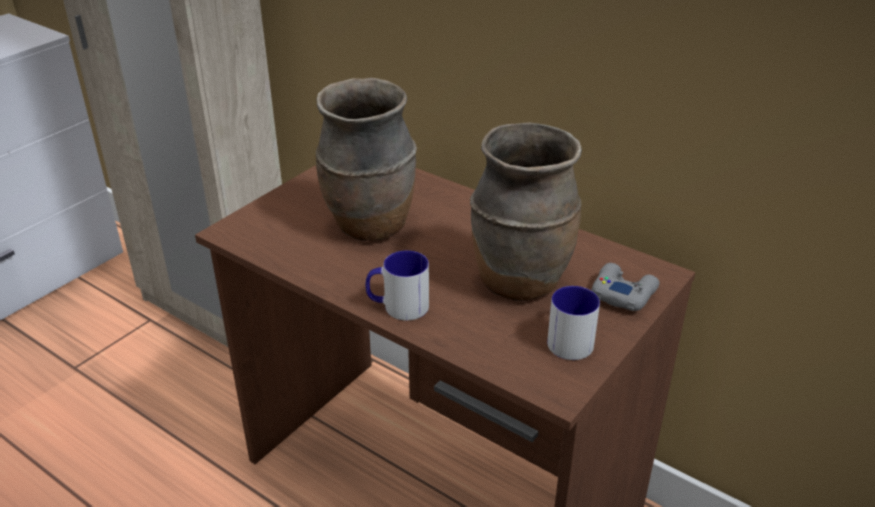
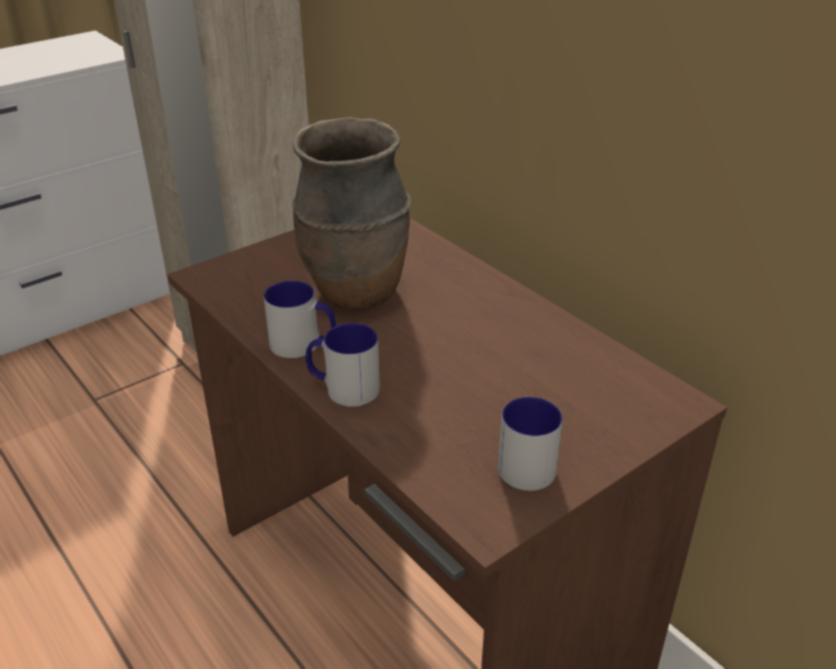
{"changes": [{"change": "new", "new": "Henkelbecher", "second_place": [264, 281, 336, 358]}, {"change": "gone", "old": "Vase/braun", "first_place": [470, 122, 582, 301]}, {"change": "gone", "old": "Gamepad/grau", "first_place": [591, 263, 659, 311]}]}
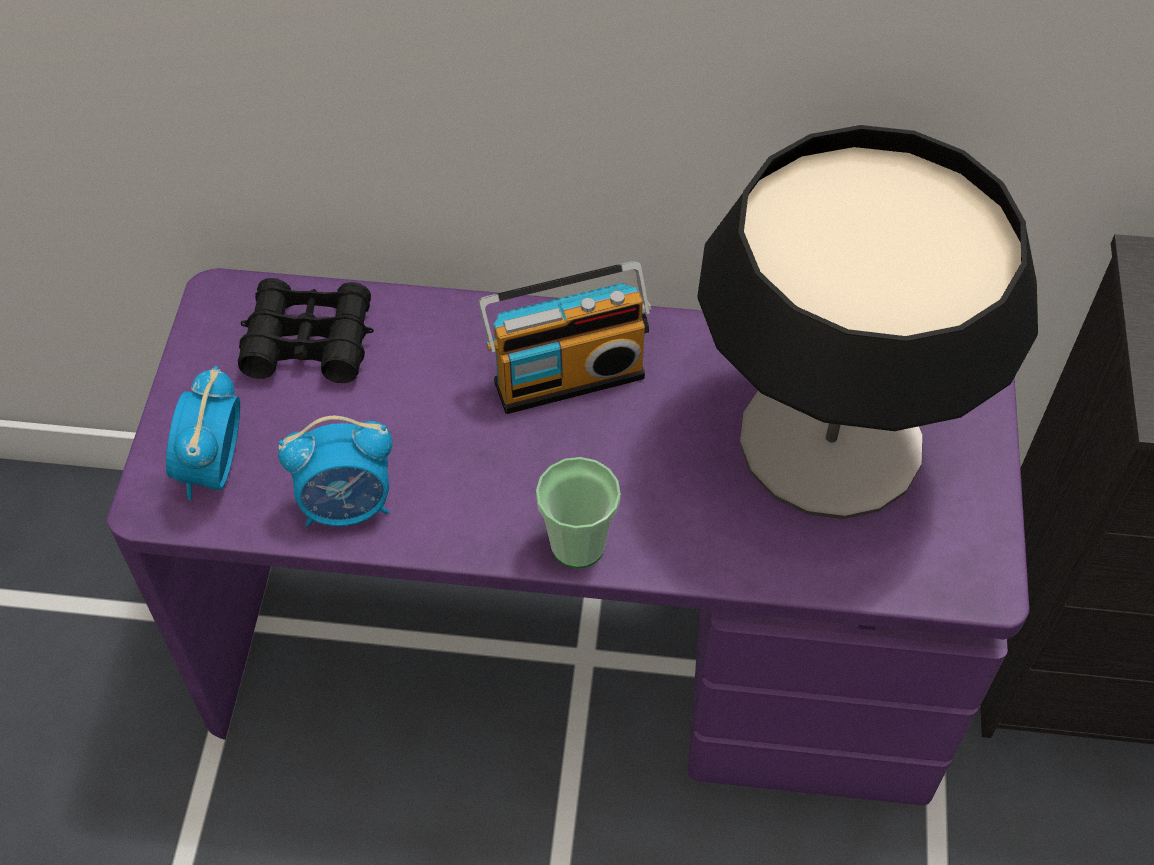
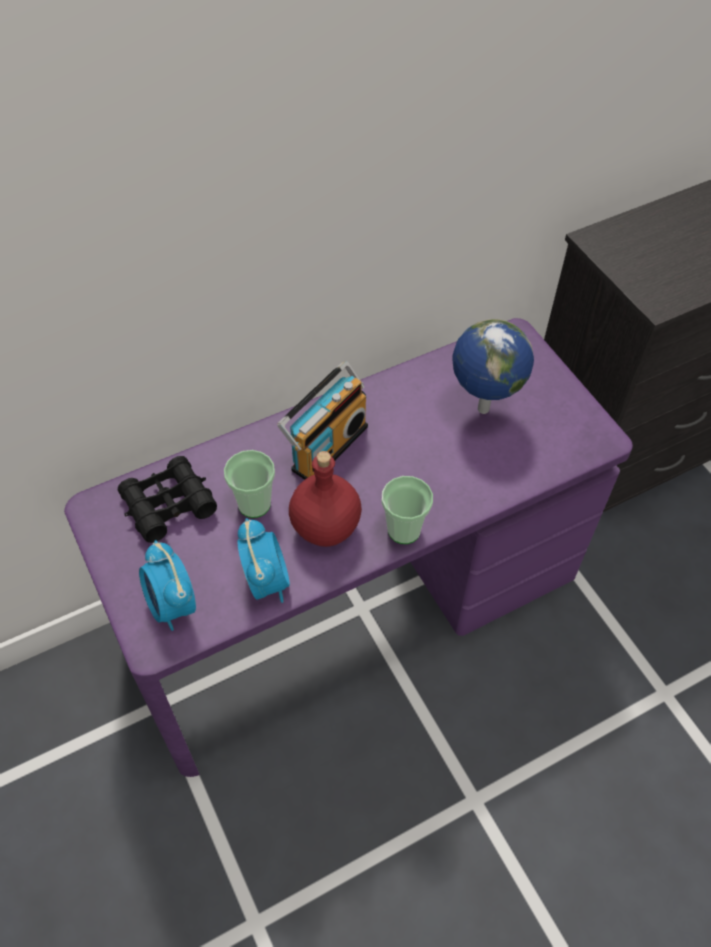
{"changes": [{"change": "new", "new": "Tasse", "second_place": [224, 450, 275, 518]}, {"change": "rotated", "old": "Wecker", "first_place": [278, 416, 393, 527], "second_place": [237, 518, 290, 603], "degrees": -60}, {"change": "new", "new": "Flasche/rot", "second_place": [289, 451, 362, 547]}, {"change": "swapped", "old": "Tischlampe", "new": "Globus", "first_place": [697, 125, 1038, 519], "second_place": [452, 319, 534, 414]}]}
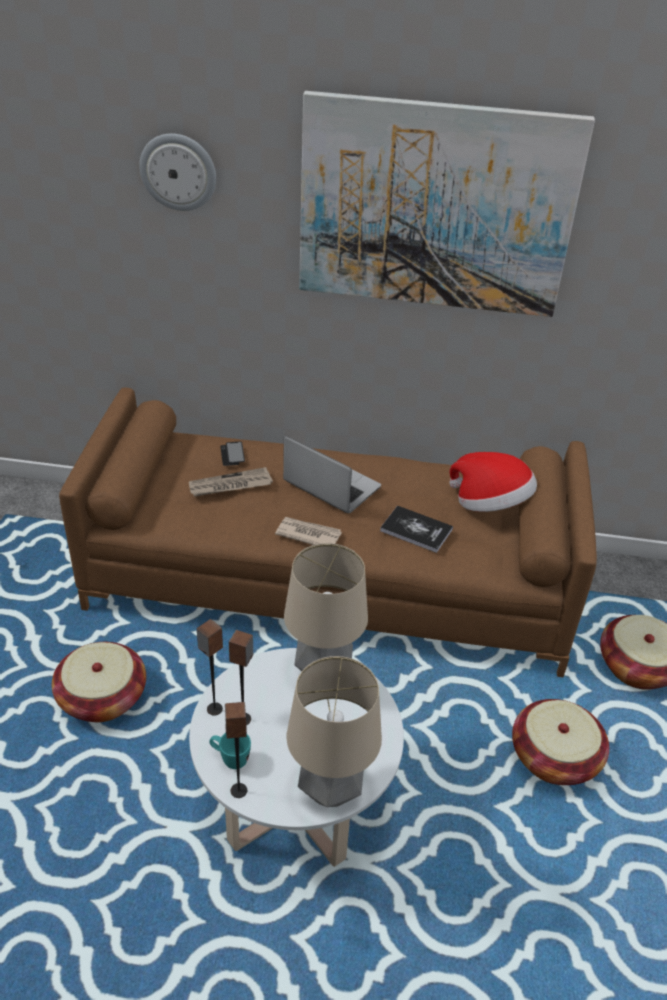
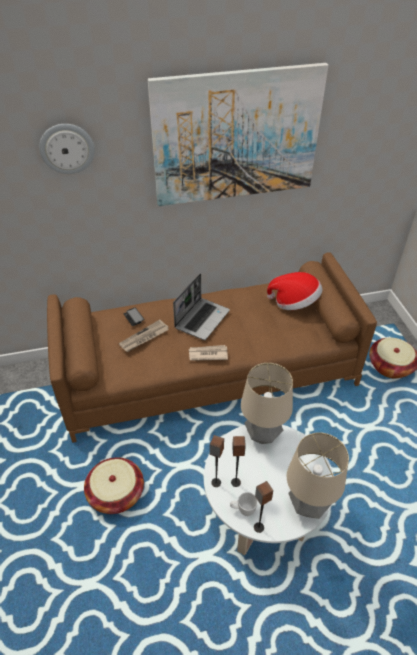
{"changes": [{"change": "rotated", "old": "Laptop", "first_place": [283, 435, 381, 513], "second_place": [173, 273, 230, 340], "degrees": 105}, {"change": "repainted", "old": "Henkelbecher/türkis", "new": "Henkelbecher/weiß", "first_place": [209, 733, 251, 769], "second_place": [230, 492, 258, 516]}, {"change": "gone", "old": "Buch", "first_place": [380, 505, 453, 553]}, {"change": "gone", "old": "Korb", "first_place": [512, 699, 609, 785]}]}
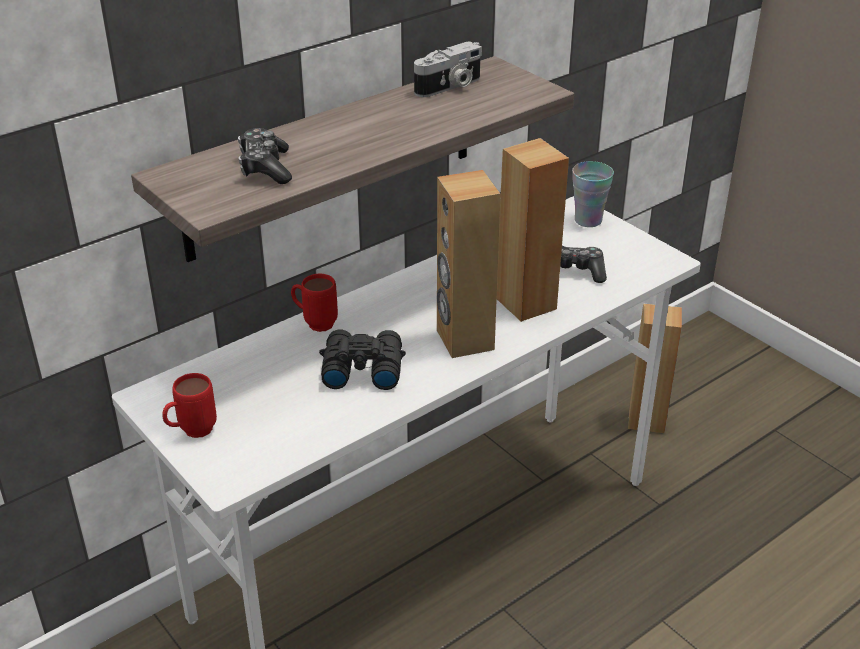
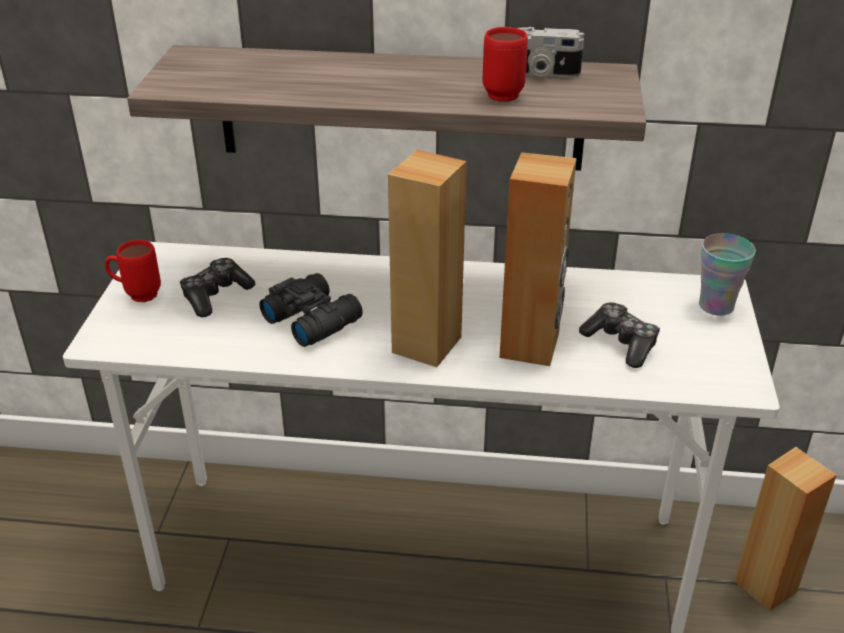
{"changes": [{"change": "shifted", "old": "Gamepad", "first_place": [238, 128, 292, 184], "second_place": [180, 258, 255, 317]}, {"change": "shifted", "old": "Henkelbecher/rot", "first_place": [291, 274, 338, 332], "second_place": [483, 27, 528, 102]}]}
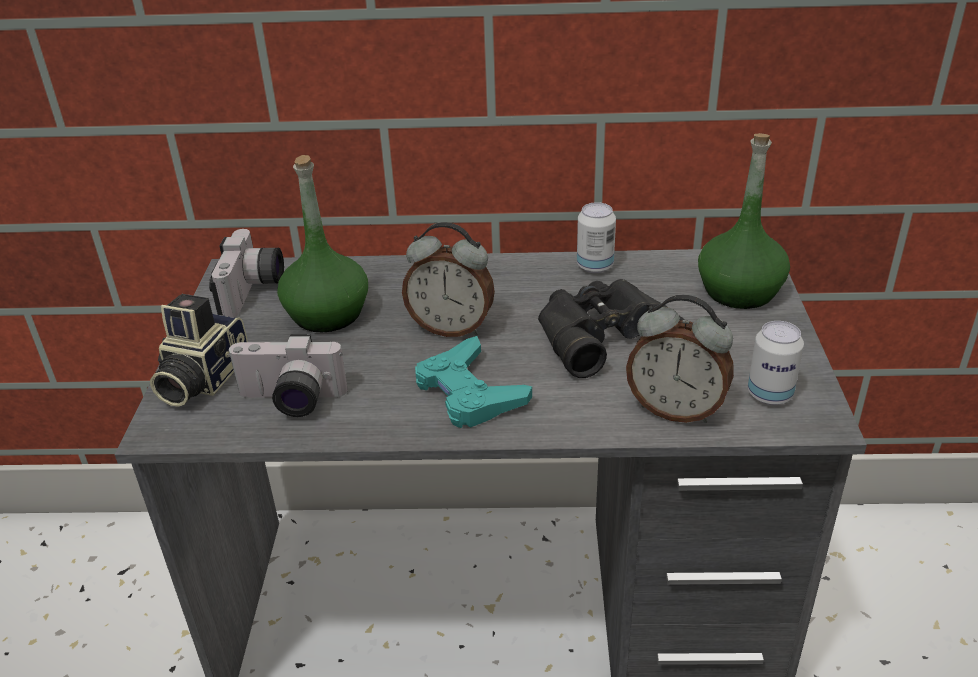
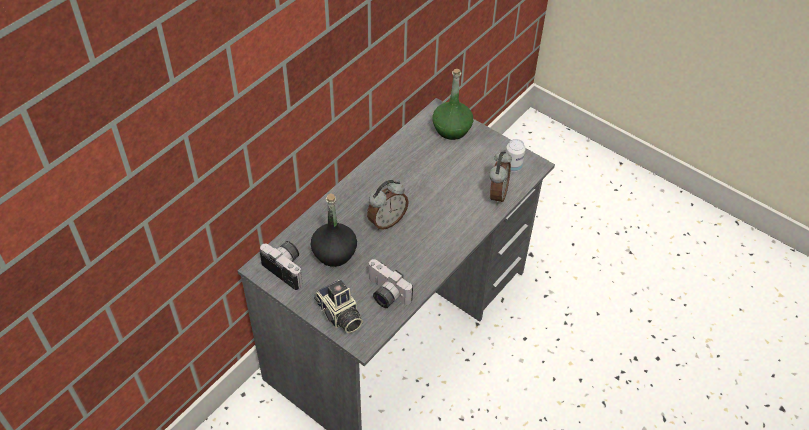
{"changes": [{"change": "repainted", "old": "Flasche/grün", "new": "Flasche/schwarz", "first_place": [277, 155, 368, 332], "second_place": [311, 193, 357, 267]}, {"change": "rotated", "old": "Kamera", "first_place": [227, 334, 348, 417], "second_place": [368, 259, 413, 308], "degrees": 90}, {"change": "rotated", "old": "Wecker", "first_place": [626, 295, 734, 423], "second_place": [489, 151, 512, 205], "degrees": -45}, {"change": "gone", "old": "Gamepad/türkis", "first_place": [415, 336, 532, 428]}, {"change": "gone", "old": "Fernglas/schwarz", "first_place": [538, 279, 685, 378]}, {"change": "gone", "old": "Dose", "first_place": [577, 202, 616, 273]}]}
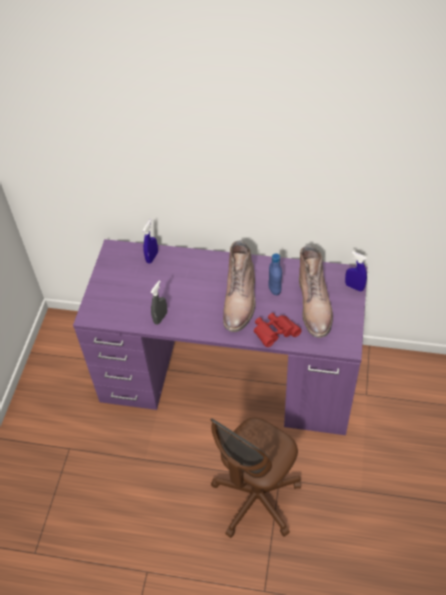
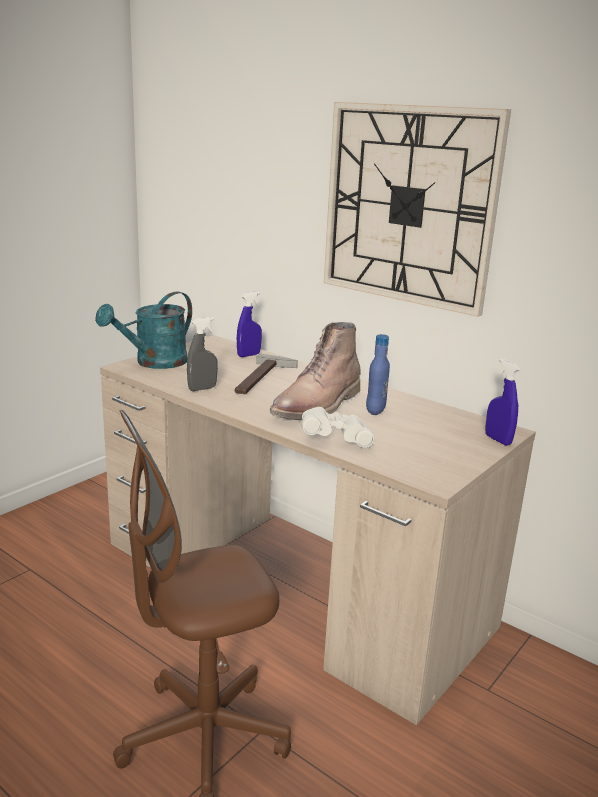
{"changes": [{"change": "new", "new": "Gießkanne/türkis", "second_place": [95, 291, 192, 369]}, {"change": "repainted", "old": "Schreibtisch/lila", "new": "Schreibtisch/beige", "first_place": [73, 239, 367, 435], "second_place": [100, 335, 536, 725]}, {"change": "new", "new": "Hammer", "second_place": [235, 354, 298, 394]}, {"change": "repainted", "old": "Fernglas/rot", "new": "Fernglas/weiß", "first_place": [254, 313, 302, 347], "second_place": [302, 407, 374, 448]}, {"change": "new", "new": "Wanduhr", "second_place": [324, 102, 511, 317]}, {"change": "gone", "old": "Stiefel/braun", "first_place": [299, 245, 333, 338]}]}
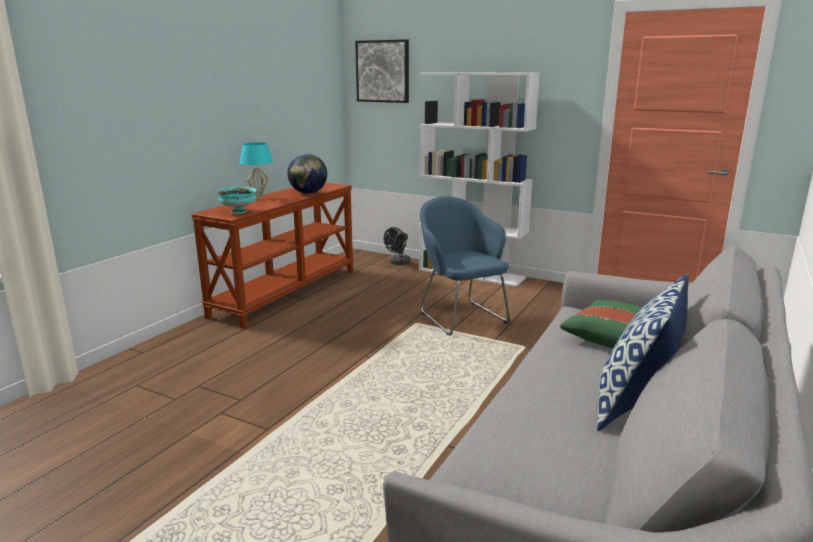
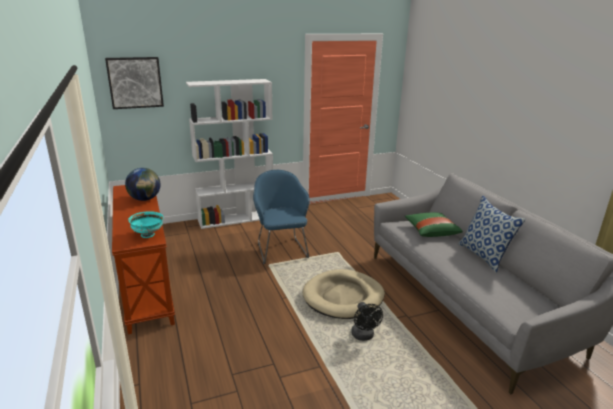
{"changes": [{"change": "rotated", "old": "Sessel/blau", "first_place": [420, 196, 510, 336], "second_place": [253, 170, 310, 264], "degrees": 60}, {"change": "new", "new": "Hundebett/beige", "second_place": [302, 269, 385, 319]}, {"change": "shifted", "old": "Ventilator/schwarz", "first_place": [384, 227, 411, 265], "second_place": [351, 302, 383, 341]}, {"change": "gone", "old": "Tischlampe/türkis", "first_place": [240, 142, 273, 199]}]}
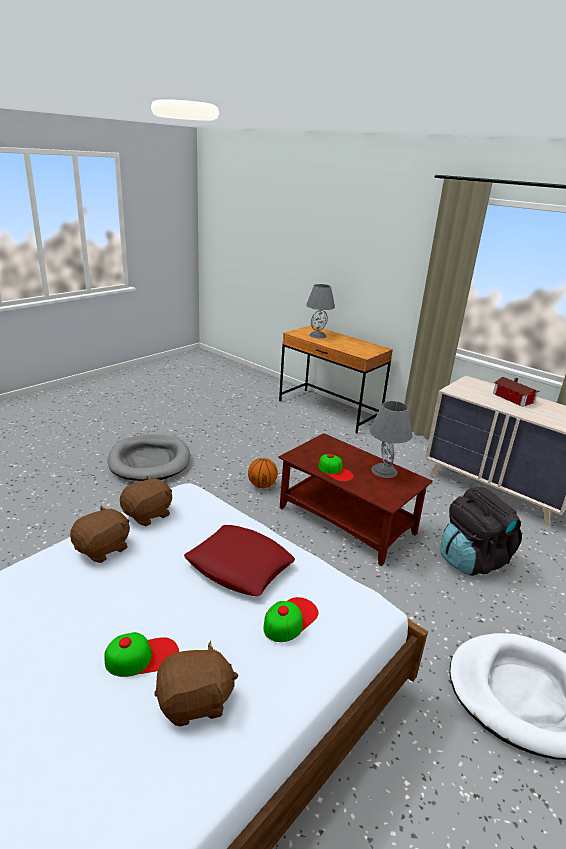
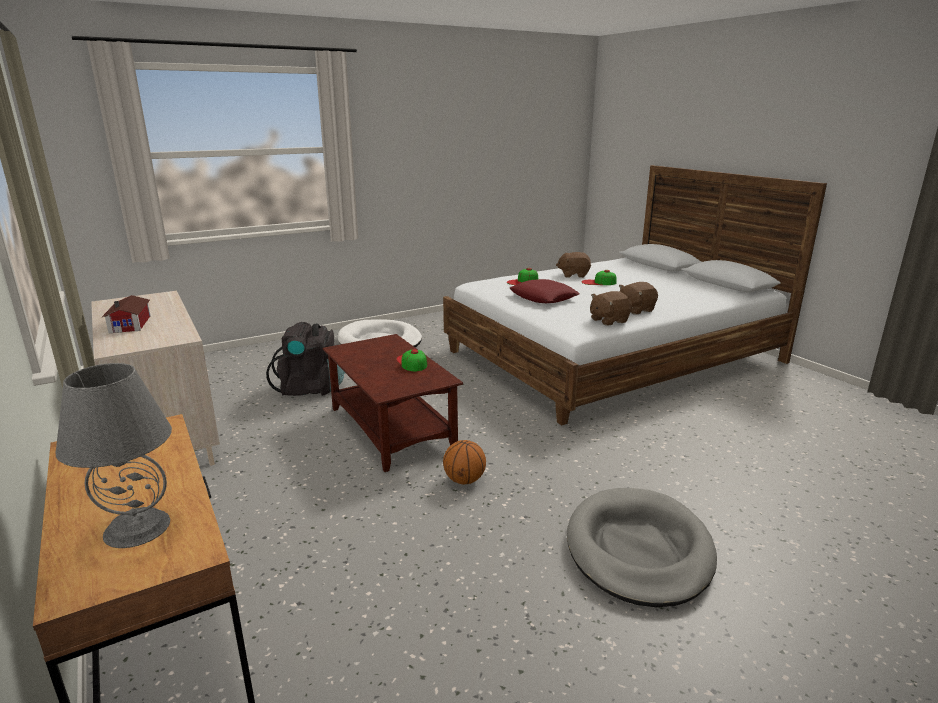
{"changes": [{"change": "gone", "old": "Tischlampe/grau", "first_place": [369, 401, 412, 478]}]}
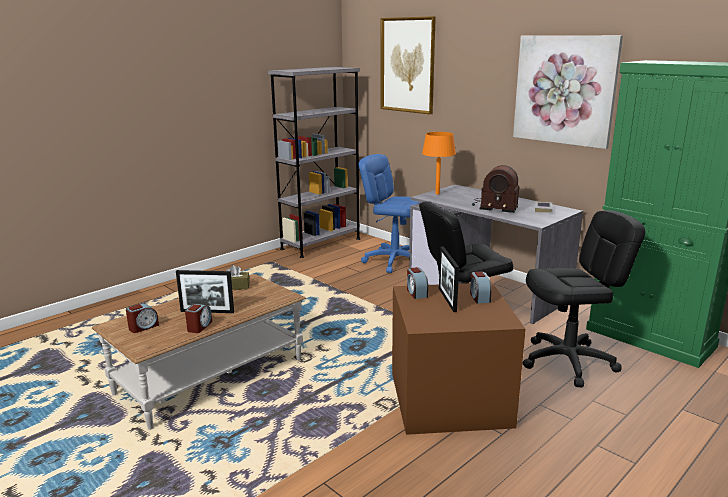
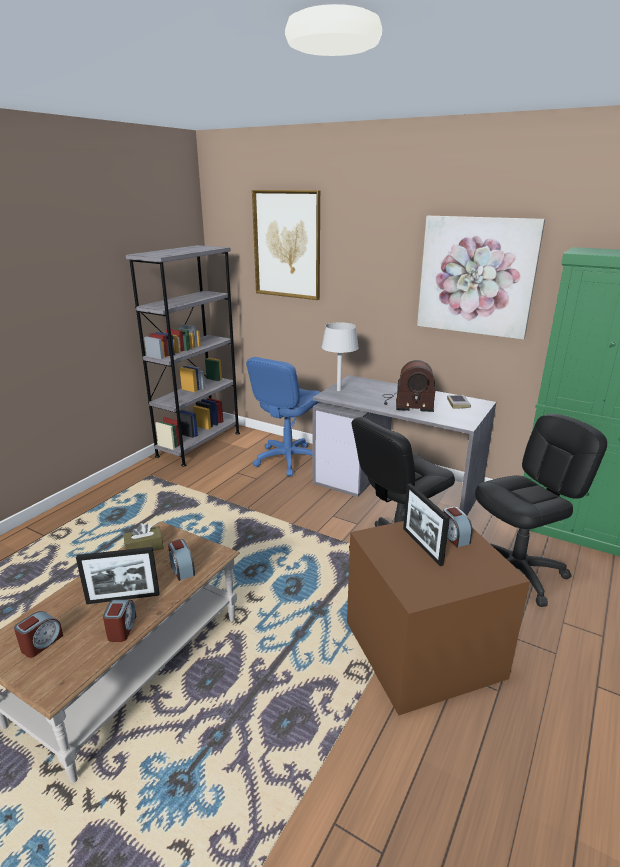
{"changes": [{"change": "shifted", "old": "Wecker", "first_place": [407, 267, 428, 299], "second_place": [168, 539, 195, 581]}, {"change": "rotated", "old": "Bürostuhl/blau", "first_place": [359, 154, 421, 273], "second_place": [246, 357, 321, 476], "degrees": -75}, {"change": "repainted", "old": "Tischlampe/orange", "new": "Tischlampe/grau", "first_place": [422, 132, 456, 195], "second_place": [322, 322, 359, 391]}]}
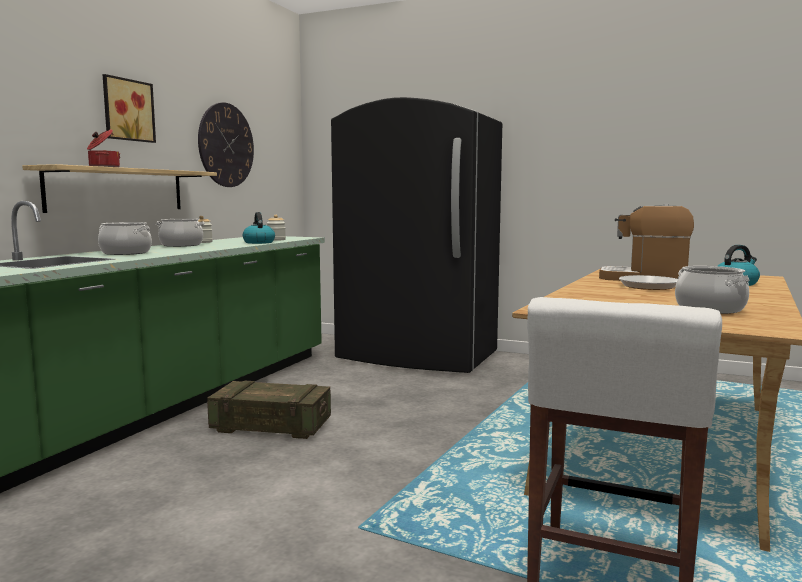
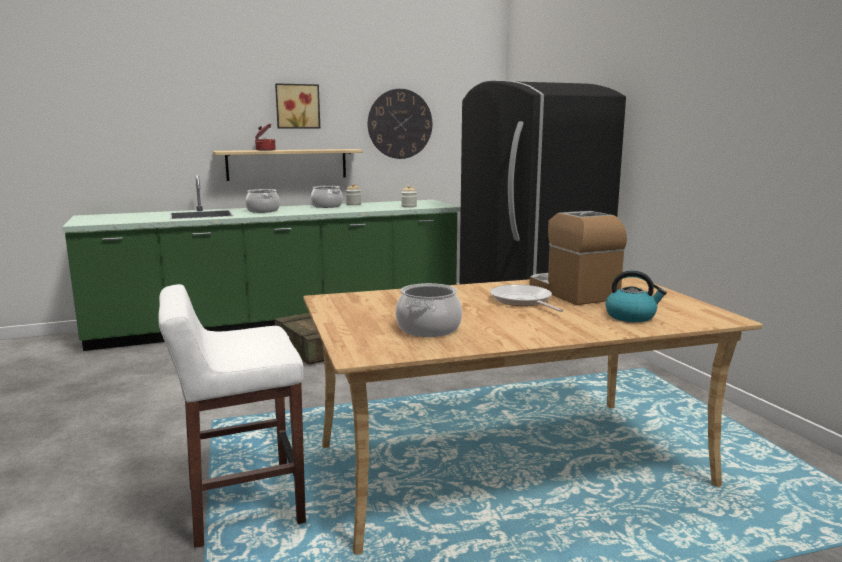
{"changes": [{"change": "gone", "old": "Wasserkessel", "first_place": [243, 212, 275, 244]}]}
